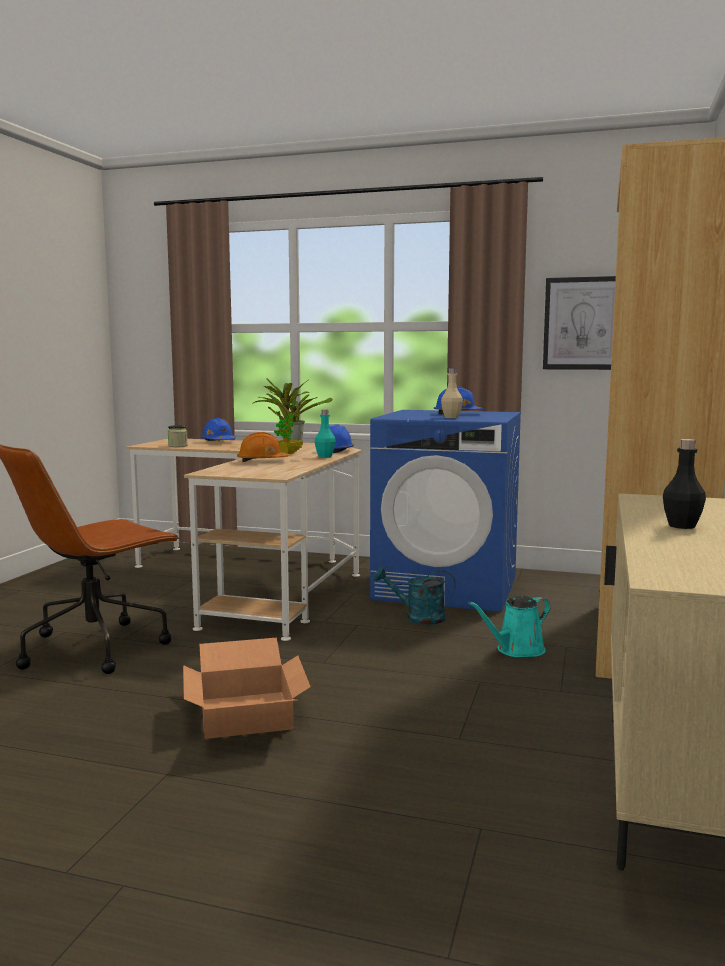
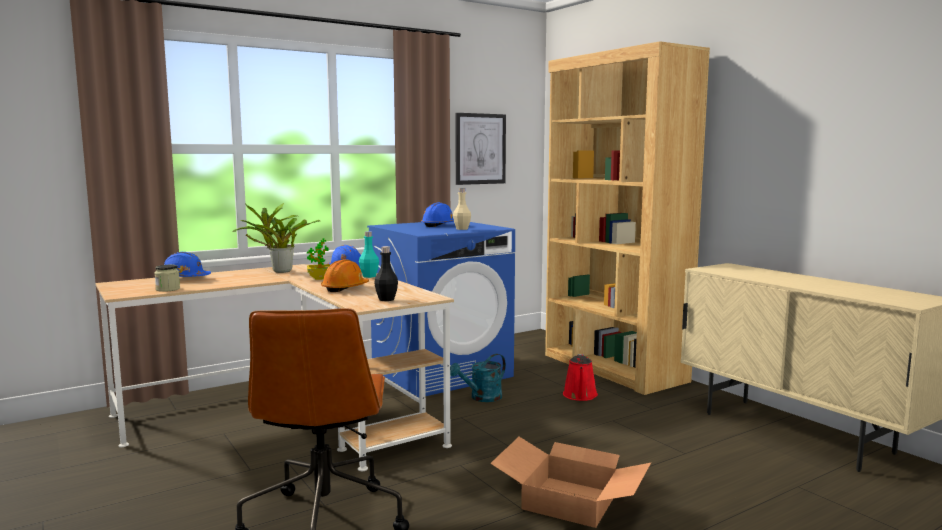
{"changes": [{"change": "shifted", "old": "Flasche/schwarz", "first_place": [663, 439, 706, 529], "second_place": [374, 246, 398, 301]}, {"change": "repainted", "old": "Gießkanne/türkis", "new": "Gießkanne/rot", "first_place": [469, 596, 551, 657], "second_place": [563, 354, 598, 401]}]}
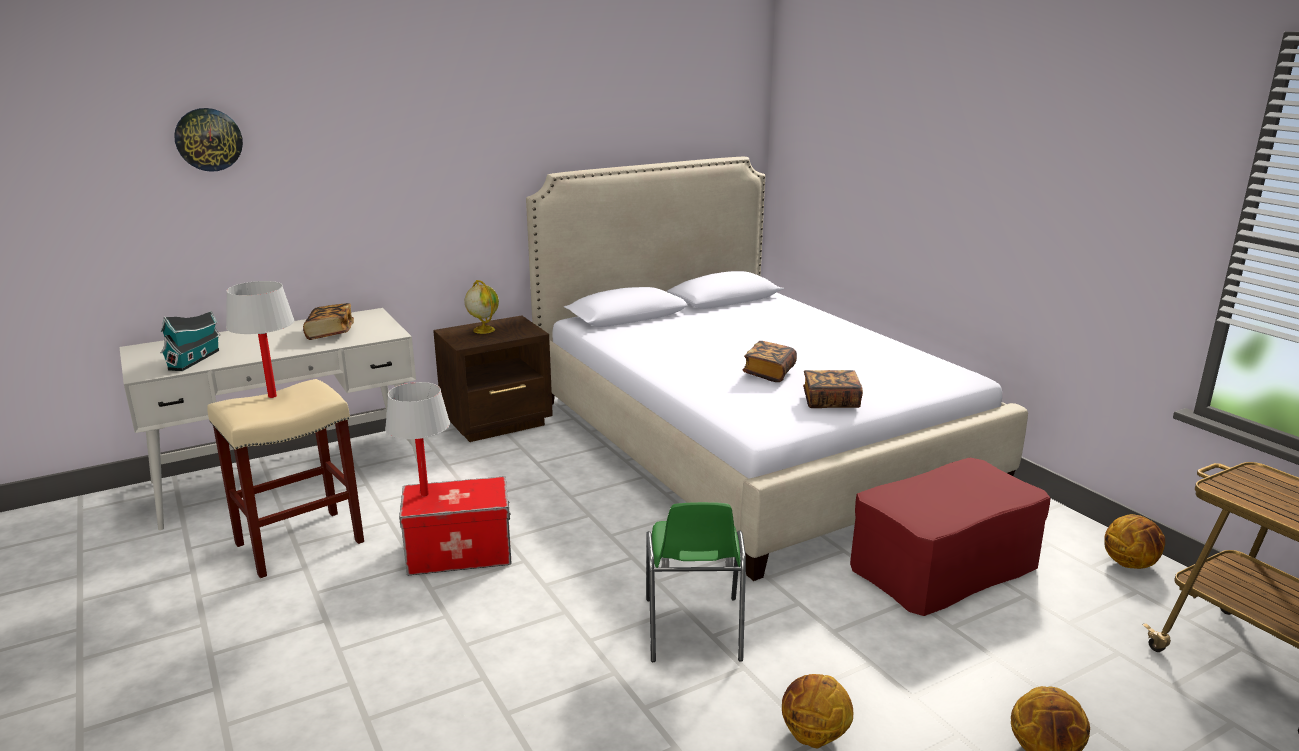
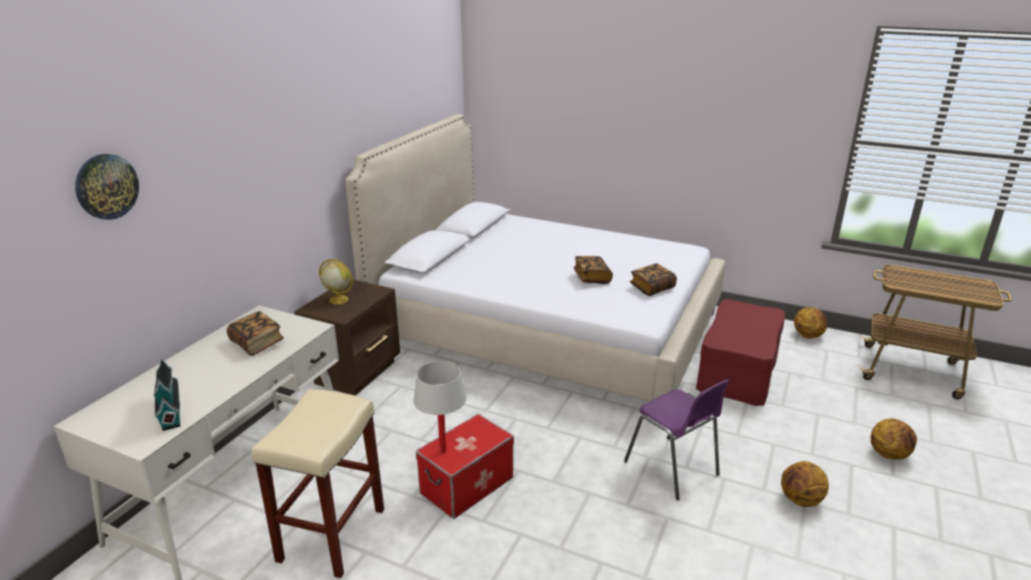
{"changes": [{"change": "repainted", "old": "Stuhl/grün", "new": "Stuhl/lila", "first_place": [646, 502, 746, 662], "second_place": [624, 379, 730, 500]}, {"change": "gone", "old": "Tischlampe/weiß", "first_place": [226, 281, 295, 398]}]}
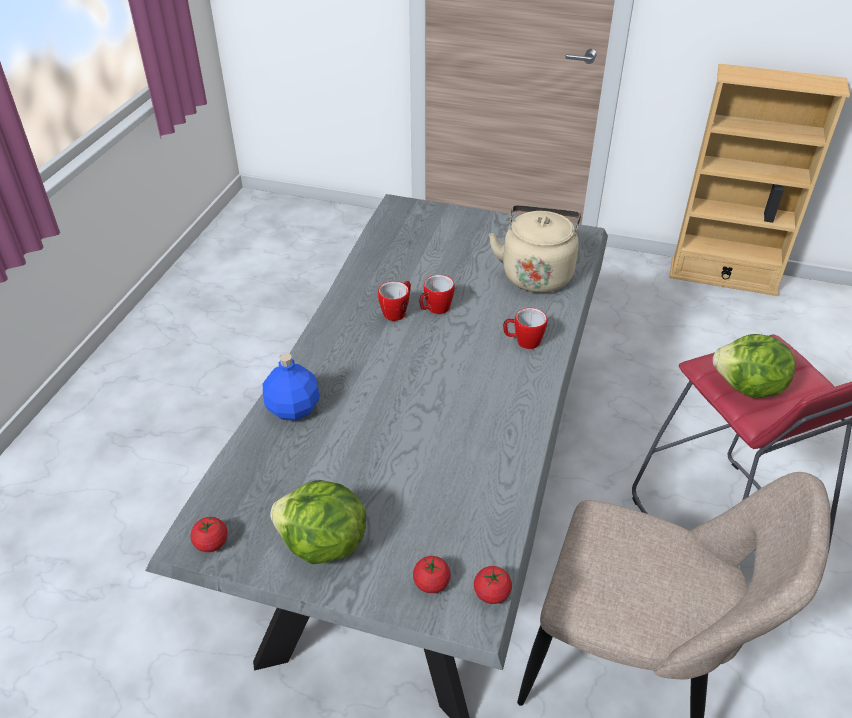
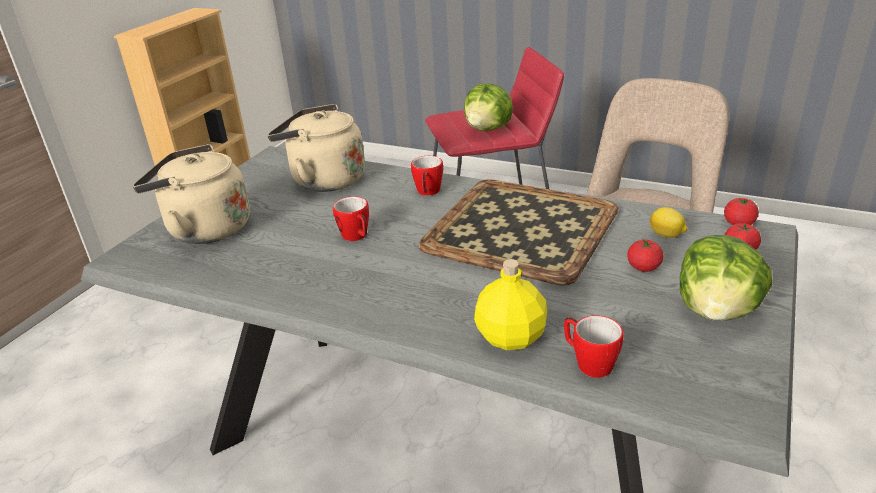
{"changes": [{"change": "new", "new": "Wasserkessel/beige", "second_place": [133, 144, 250, 244]}, {"change": "new", "new": "Tablett", "second_place": [418, 179, 618, 286]}, {"change": "repainted", "old": "Flasche/blau", "new": "Flasche/gelb", "first_place": [263, 353, 320, 421], "second_place": [474, 259, 547, 350]}, {"change": "shifted", "old": "Henkelbecher", "first_place": [378, 281, 411, 321], "second_place": [564, 315, 624, 378]}, {"change": "shifted", "old": "Tomate", "first_place": [190, 516, 228, 552], "second_place": [627, 238, 664, 272]}, {"change": "new", "new": "Zitrone", "second_place": [650, 207, 687, 238]}]}
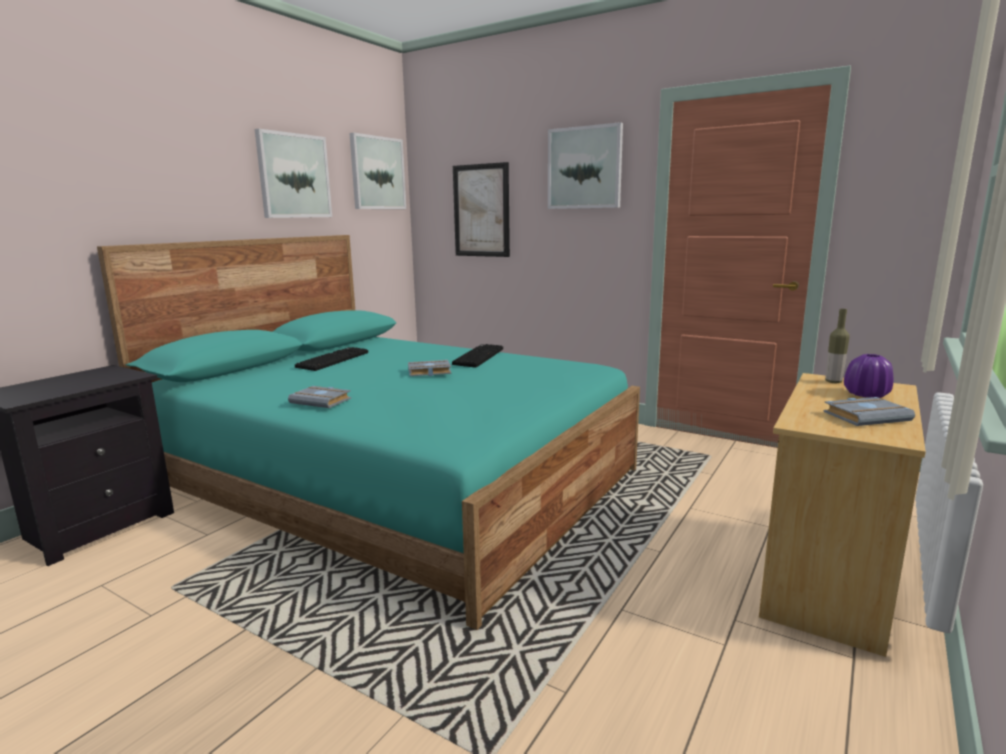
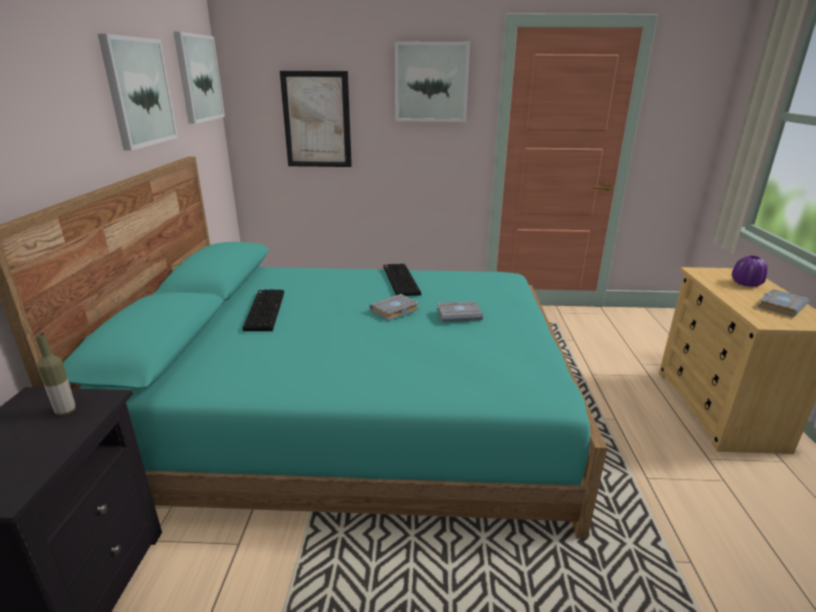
{"changes": [{"change": "shifted", "old": "Flasche", "first_place": [825, 309, 850, 383], "second_place": [35, 333, 76, 416]}, {"change": "shifted", "old": "Buch/grau", "first_place": [288, 386, 351, 408], "second_place": [437, 301, 483, 322]}]}
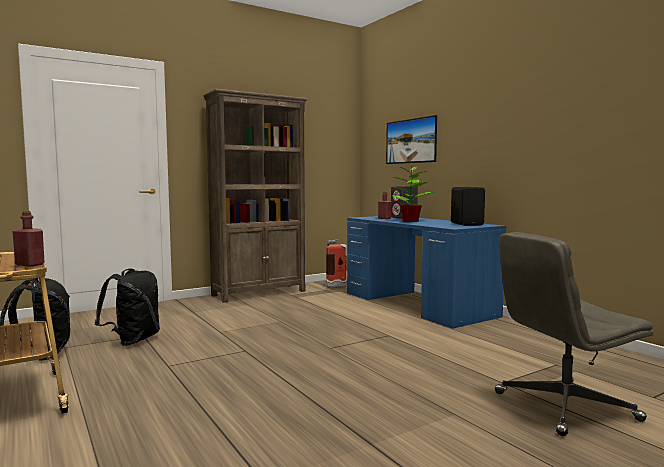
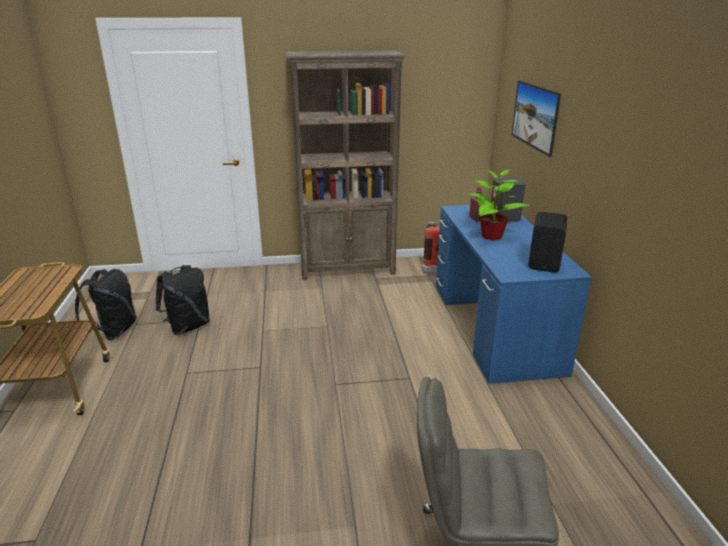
{"changes": [{"change": "gone", "old": "Flasche/rot", "first_place": [13, 211, 45, 267]}]}
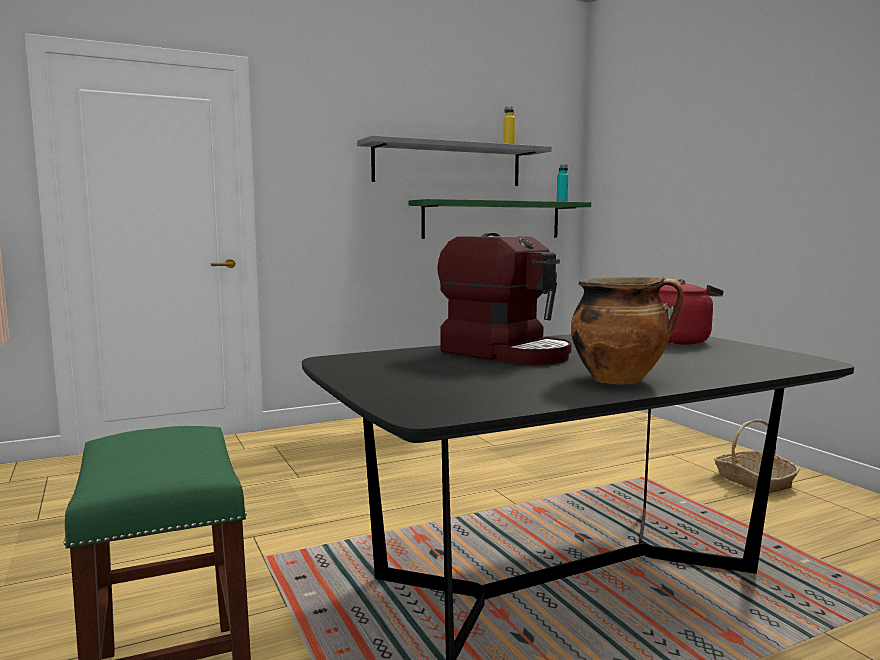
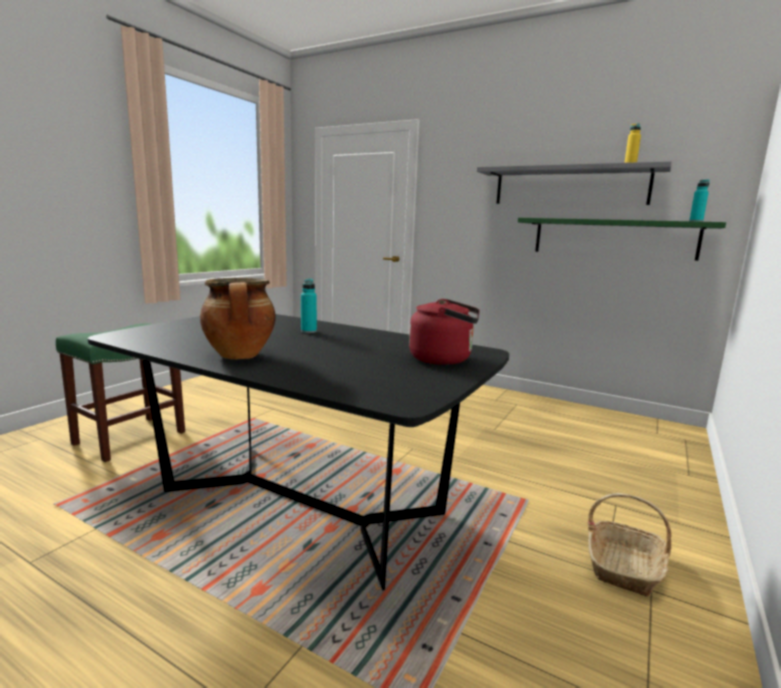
{"changes": [{"change": "swapped", "old": "Kaffeemaschine", "new": "Flasche/türkis", "first_place": [437, 233, 572, 365], "second_place": [301, 279, 317, 333]}]}
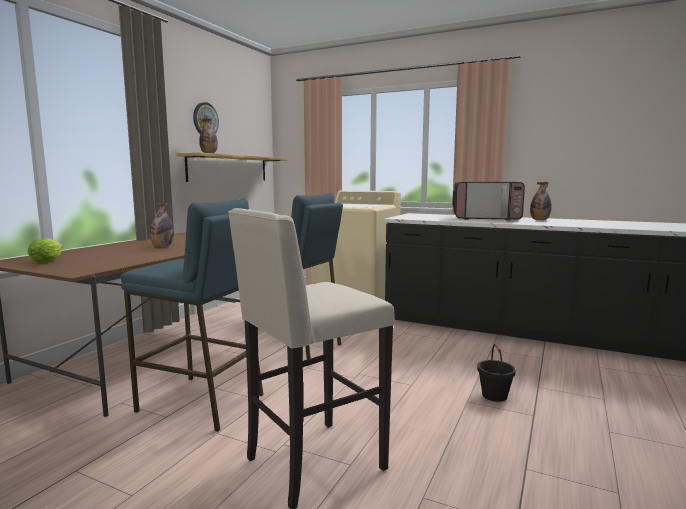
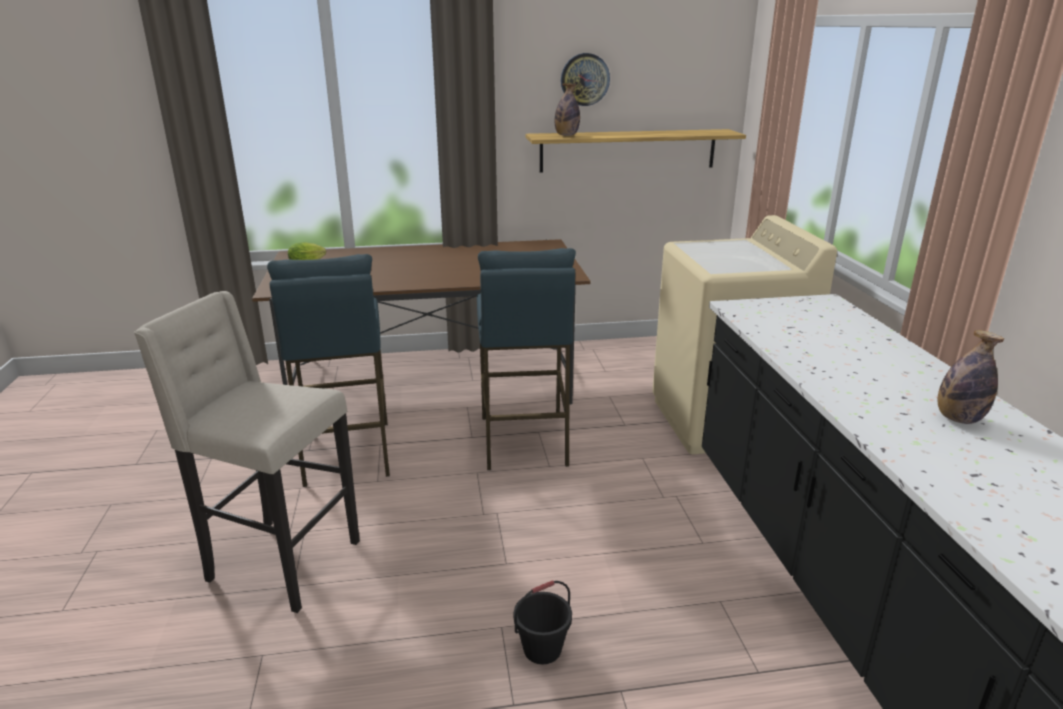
{"changes": [{"change": "gone", "old": "Flasche", "first_place": [150, 203, 174, 246]}, {"change": "gone", "old": "Mikrowelle", "first_place": [452, 181, 525, 221]}]}
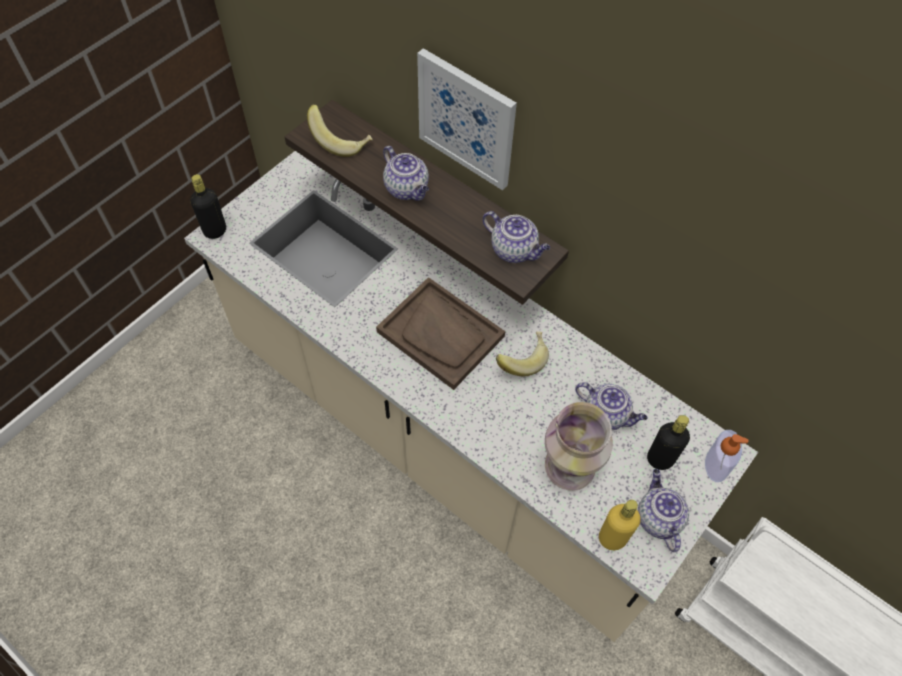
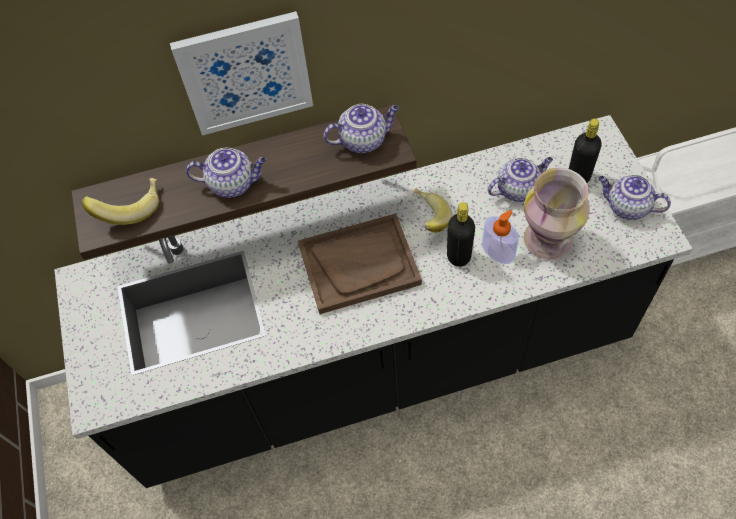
{"changes": [{"change": "repainted", "old": "Küchenzeile/beige", "new": "Küchenzeile/schwarz", "first_place": [184, 151, 758, 642], "second_place": [54, 115, 693, 488]}, {"change": "shifted", "old": "Flasche/schwarz", "first_place": [190, 174, 226, 239], "second_place": [447, 202, 475, 267]}, {"change": "shifted", "old": "Seifenspender", "first_place": [705, 430, 748, 482], "second_place": [482, 210, 519, 264]}, {"change": "gone", "old": "Flasche/gelb", "first_place": [599, 500, 641, 550]}]}
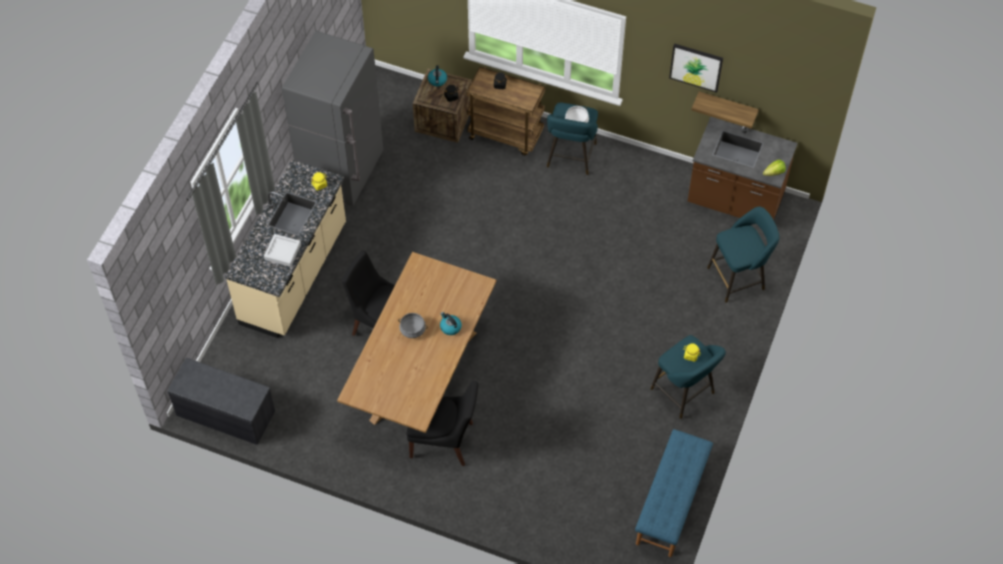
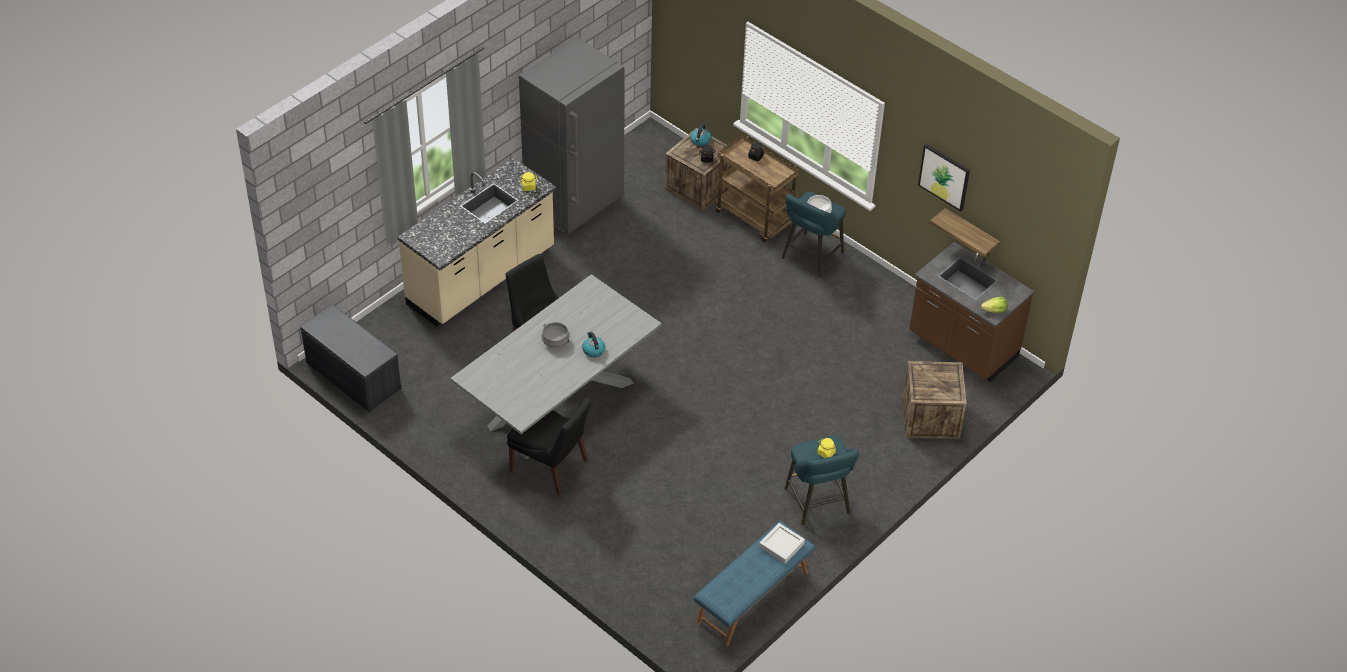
{"changes": [{"change": "repainted", "old": "Esstisch/braun", "new": "Esstisch/grau", "first_place": [337, 252, 497, 433], "second_place": [450, 274, 662, 459]}, {"change": "shifted", "old": "Tablett/grau", "first_place": [264, 234, 301, 267], "second_place": [759, 523, 805, 564]}, {"change": "swapped", "old": "Hocker/türkis", "new": "Kiste", "first_place": [707, 207, 779, 302], "second_place": [902, 361, 967, 439]}]}
